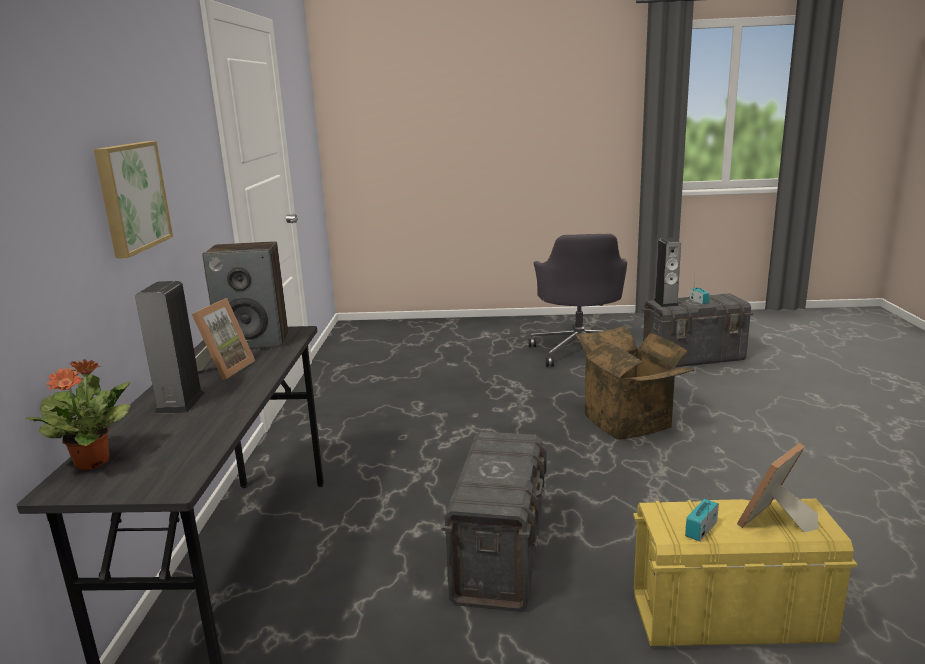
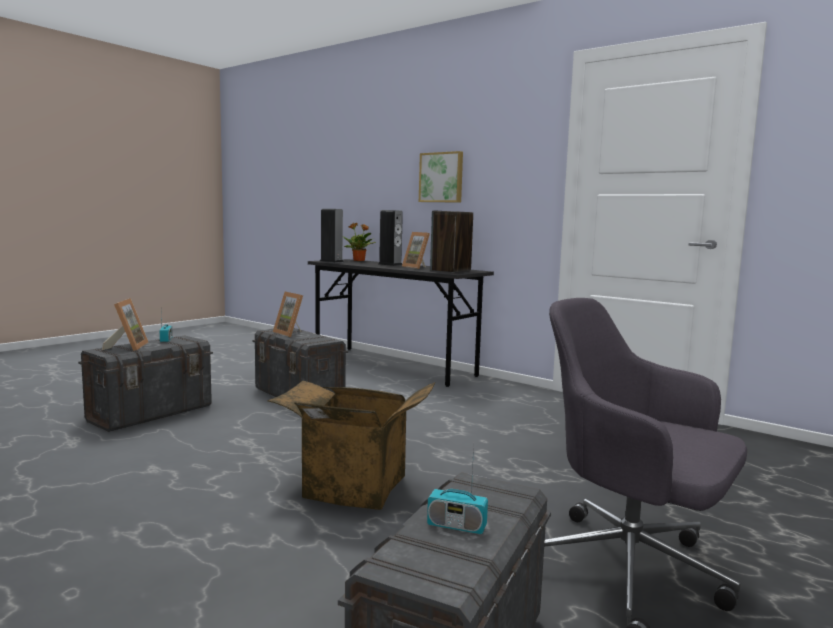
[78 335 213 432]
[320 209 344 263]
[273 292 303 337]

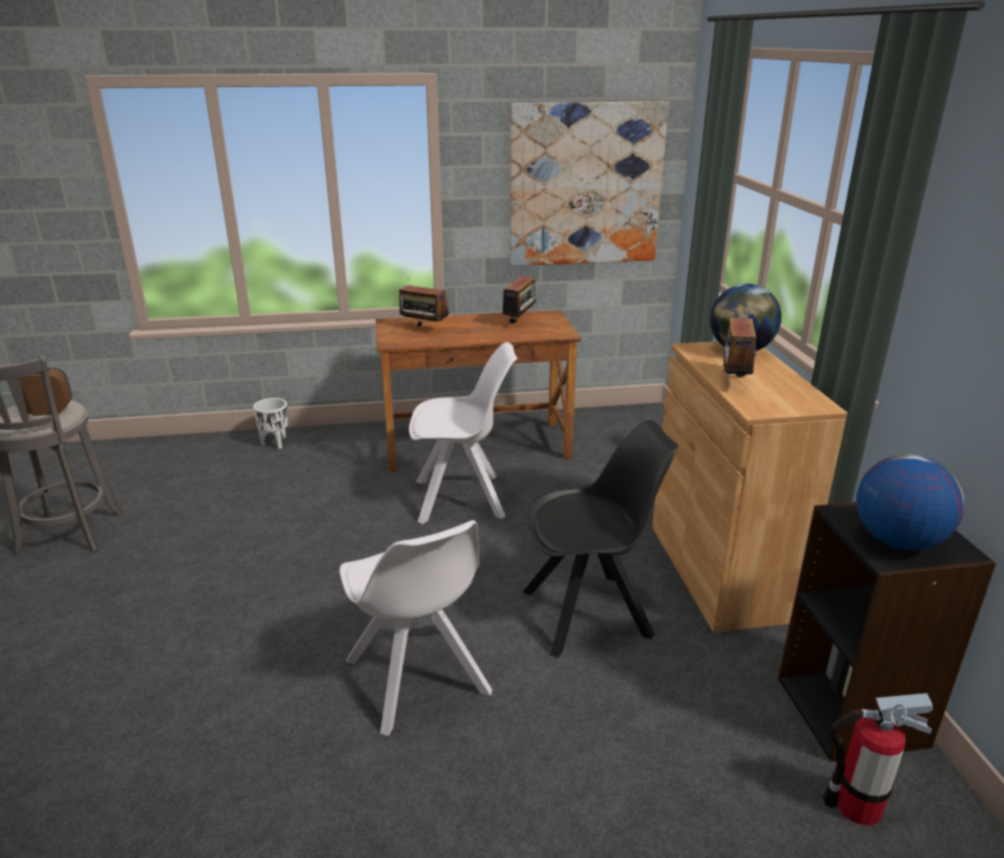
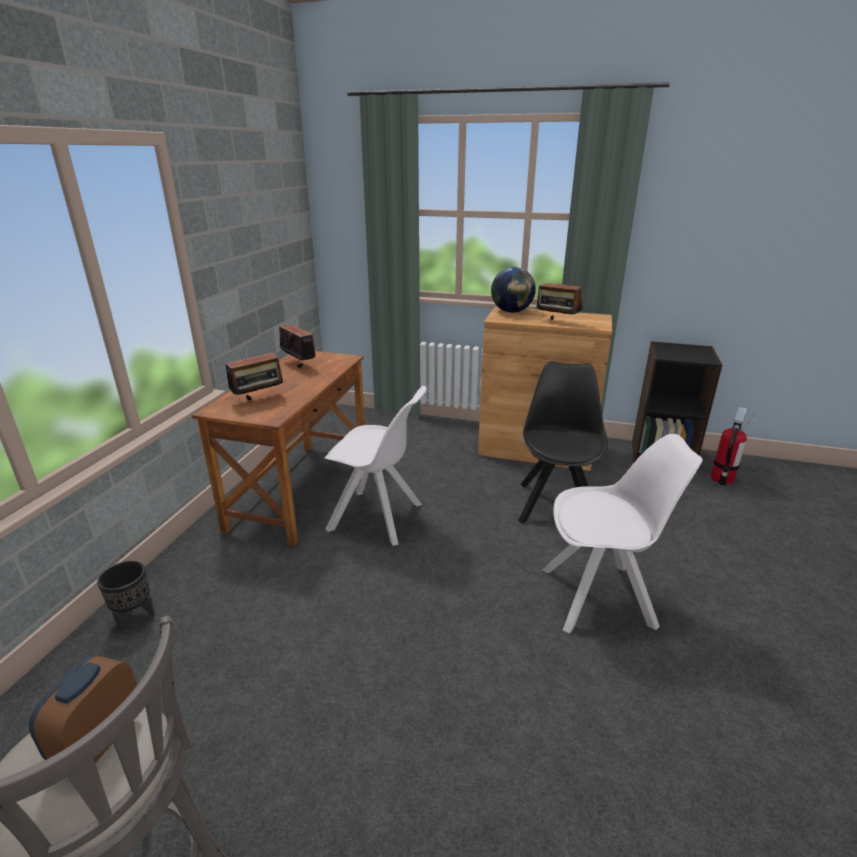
[97 561 155 631]
[324 386 427 546]
[510 101 669 266] (first image)
[856 454 965 550] (first image)

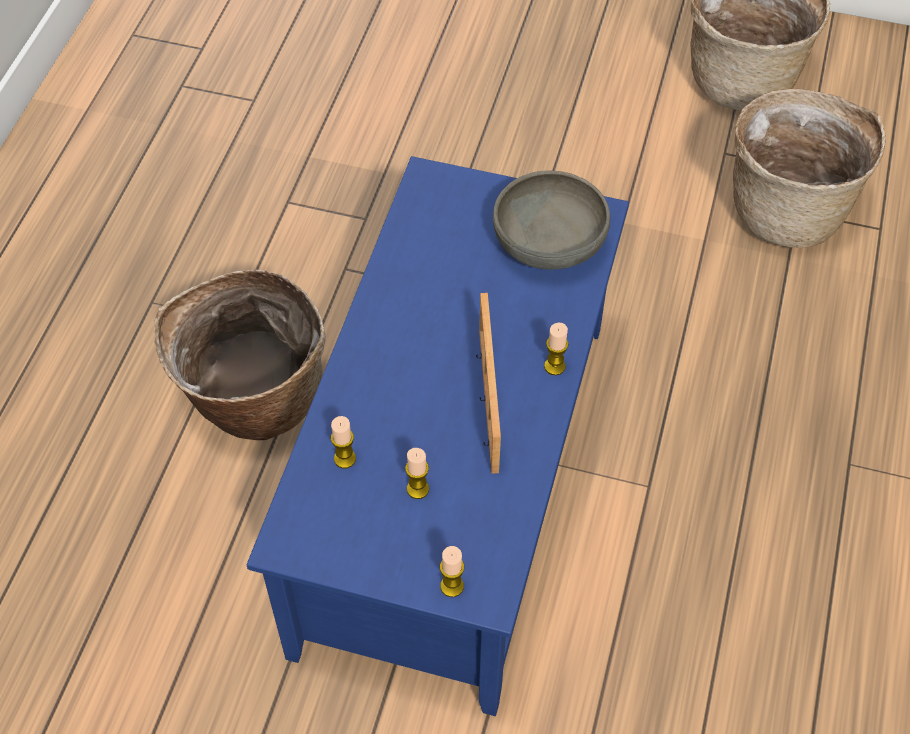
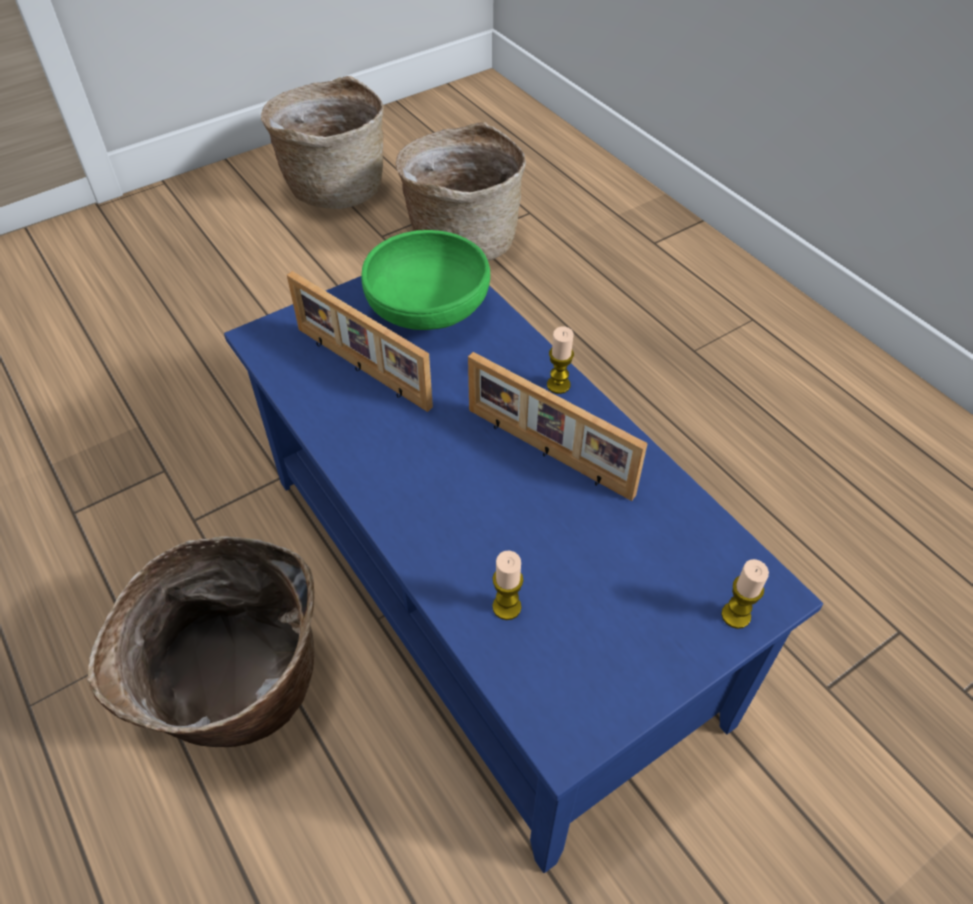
[405 448 429 499] (first image)
[361 230 490 330]
[287 271 433 412]

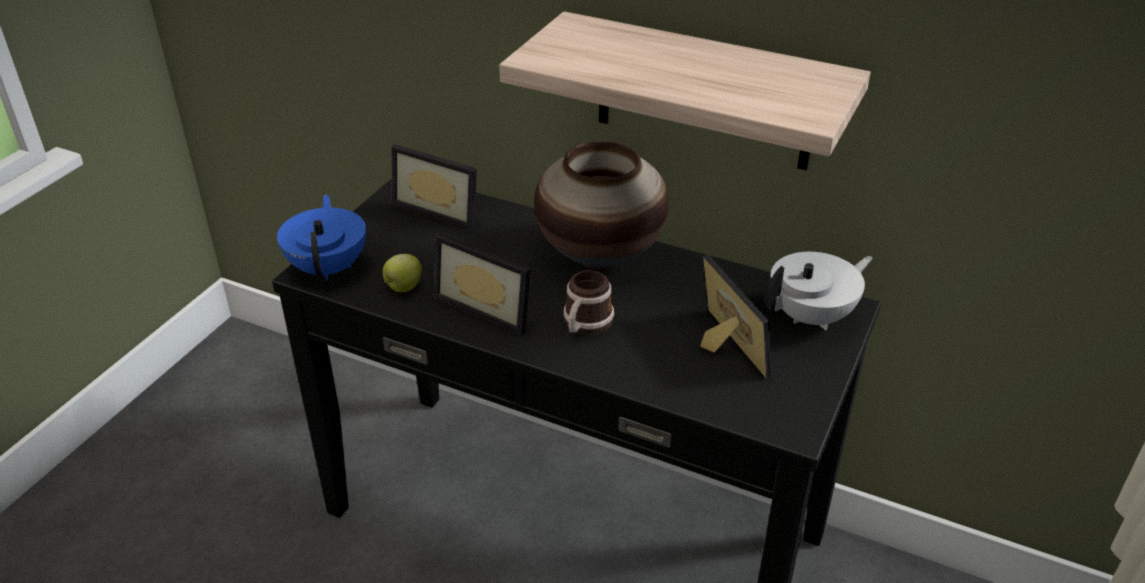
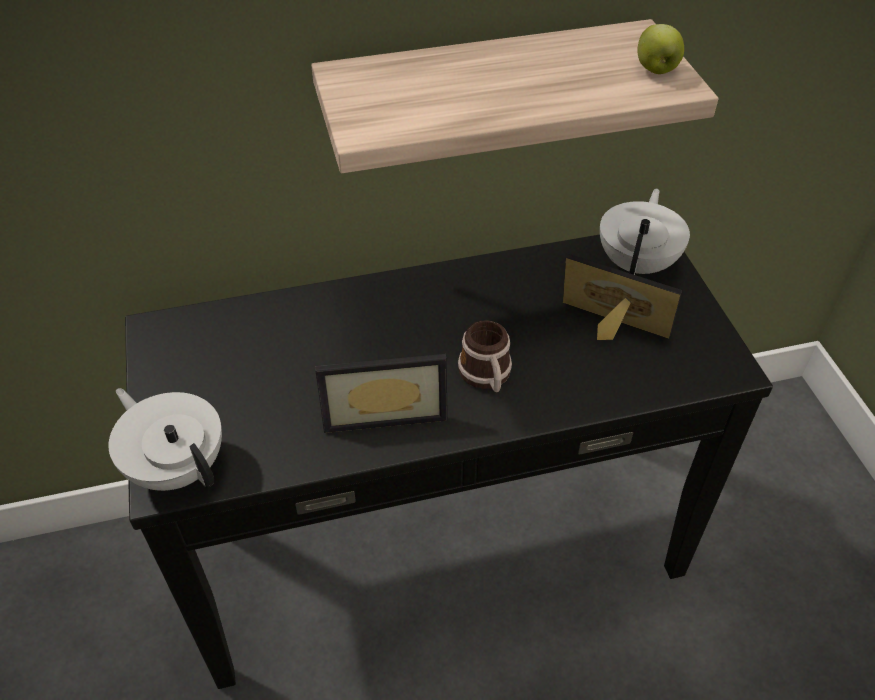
[109 388 222 491]
[637 24 684 74]
[391 144 477 230] (first image)
[534 141 669 269] (first image)

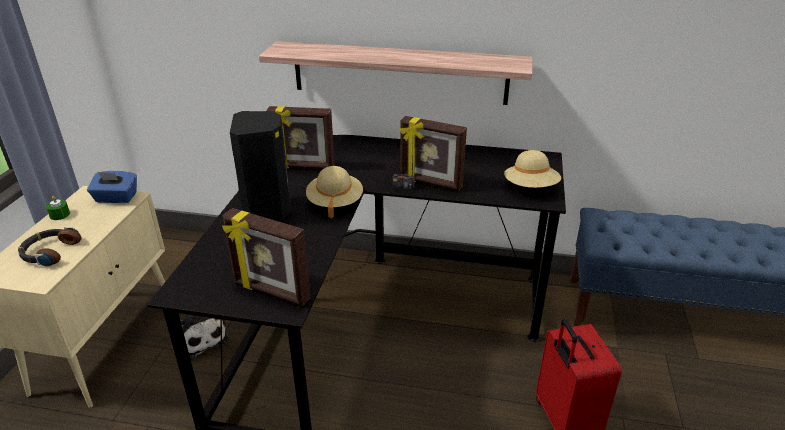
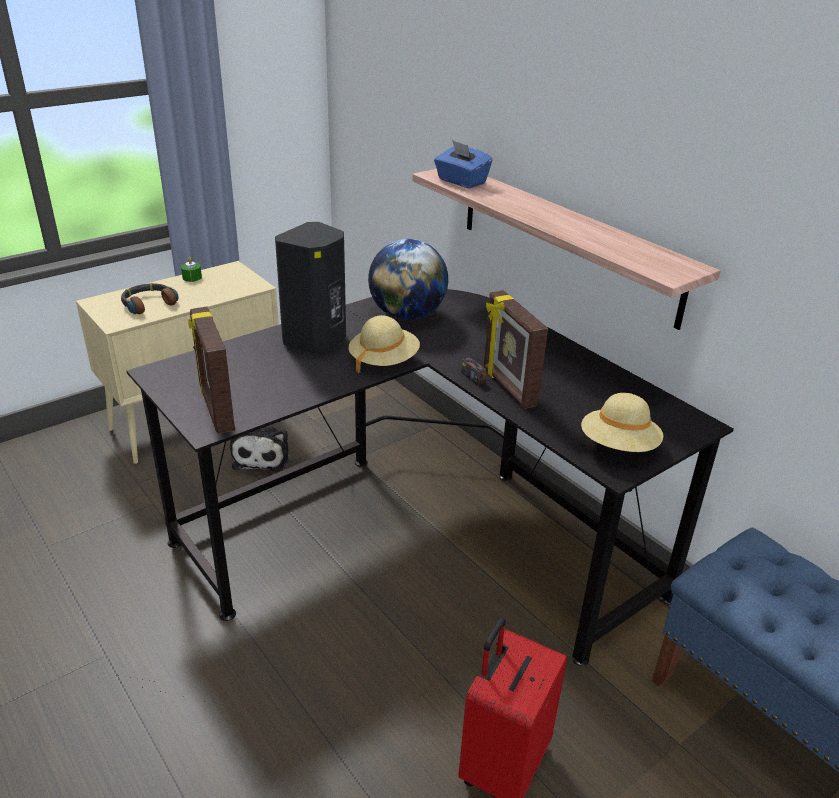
[434 140 492 188]
[368 239 448 320]

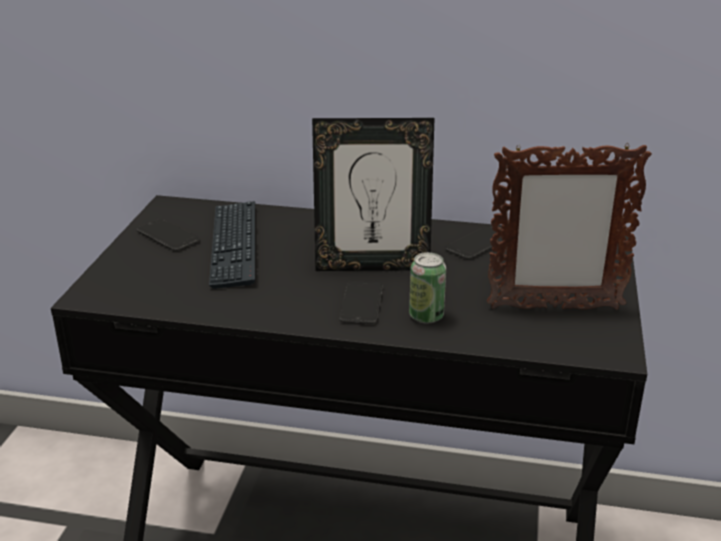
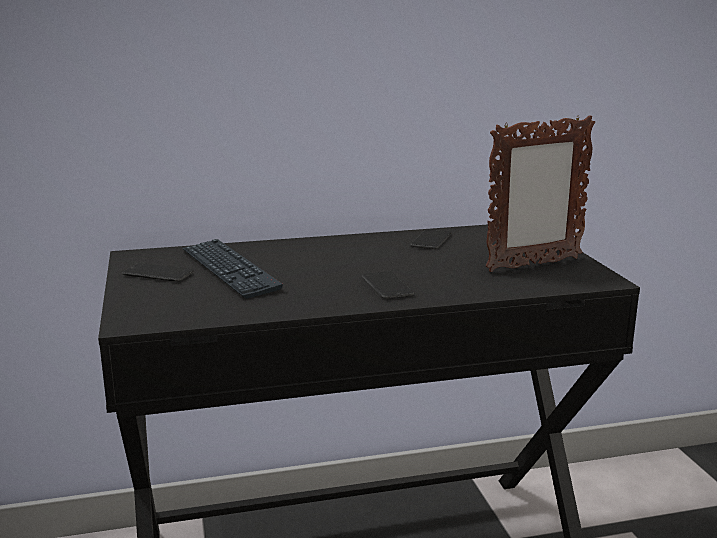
[312 118 434 271] (first image)
[409 252 446 324] (first image)

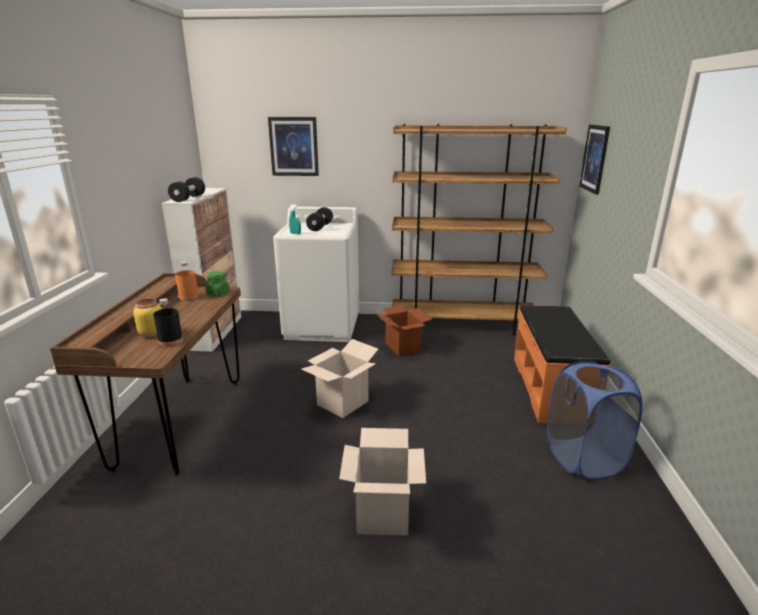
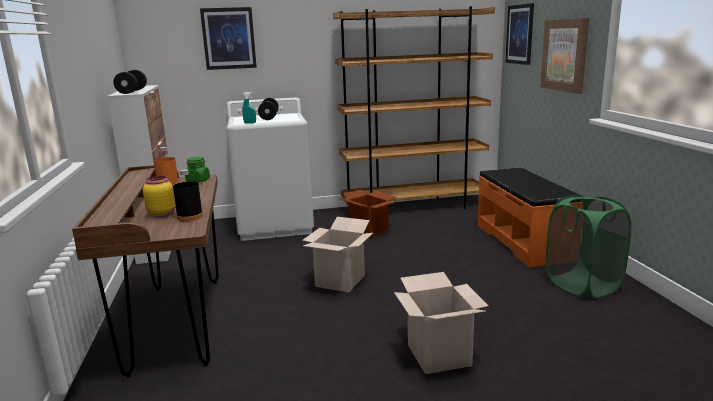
[546 195 631 299]
[540 18 589 94]

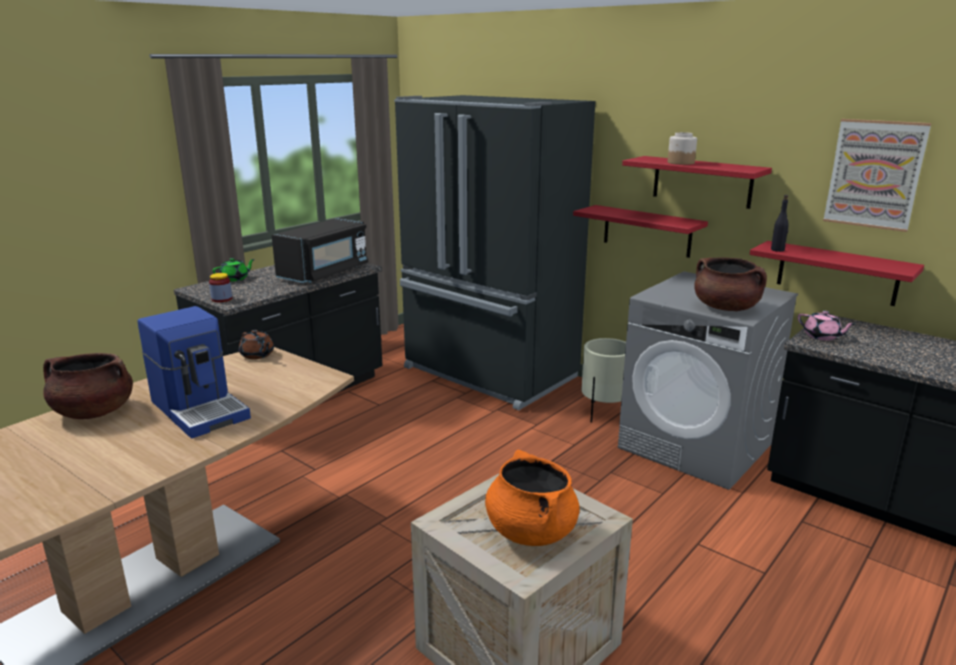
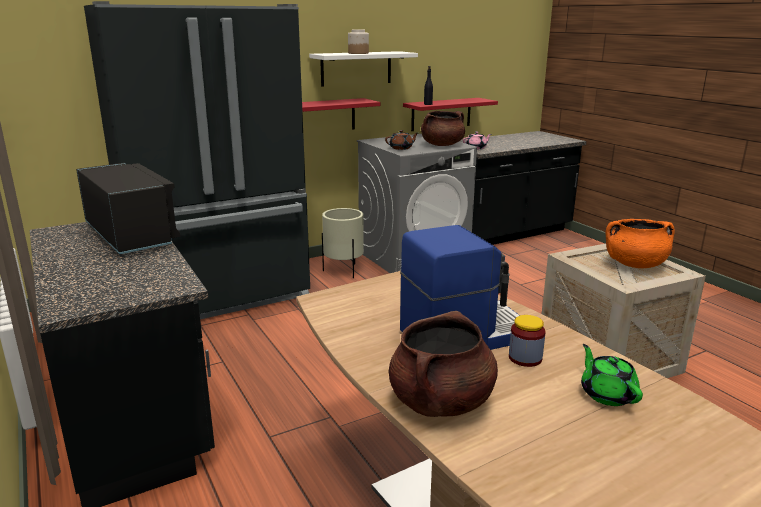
[509 315 546 367]
[581 344 643 406]
[385 130 418 150]
[309 51 418 87]
[823 119 931 232] (first image)

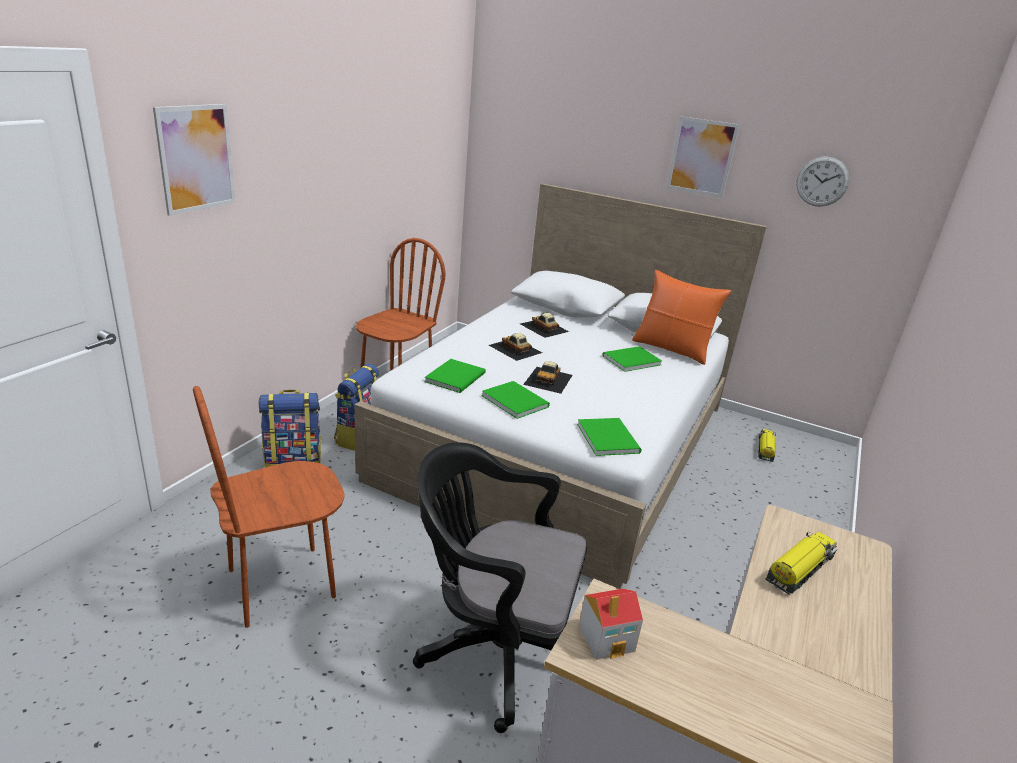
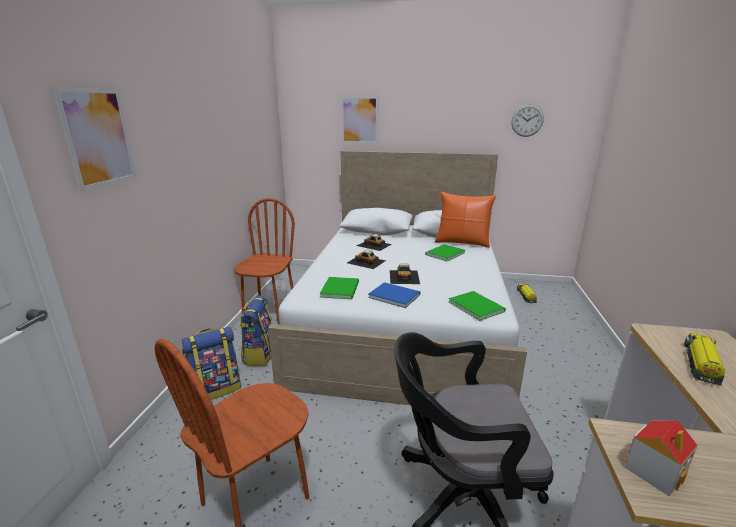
[368 282 420 308]
[341 96 378 144]

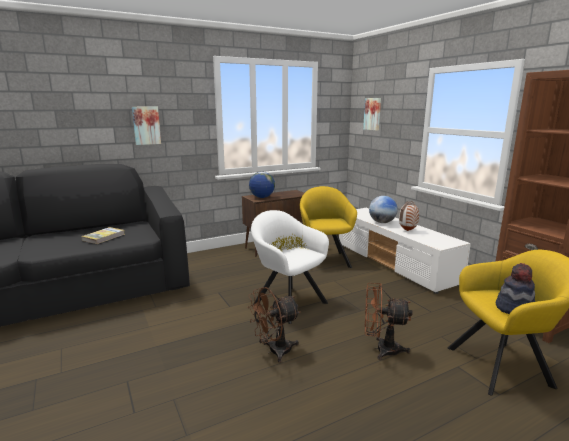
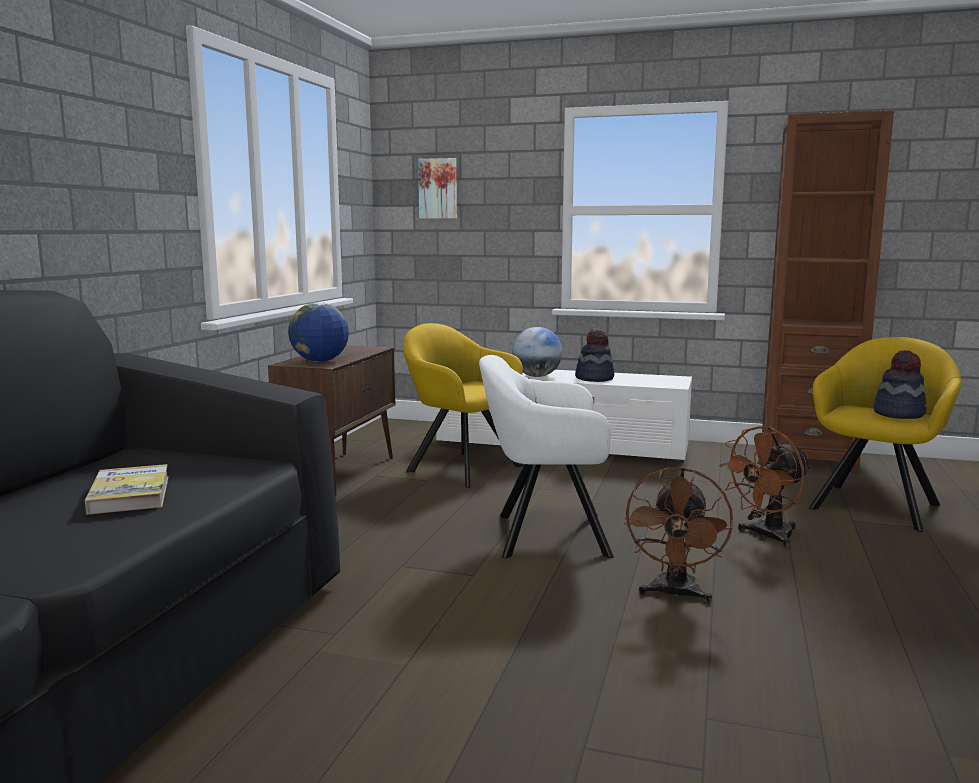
[132 107 161 145] (first image)
[575 328 614 382]

